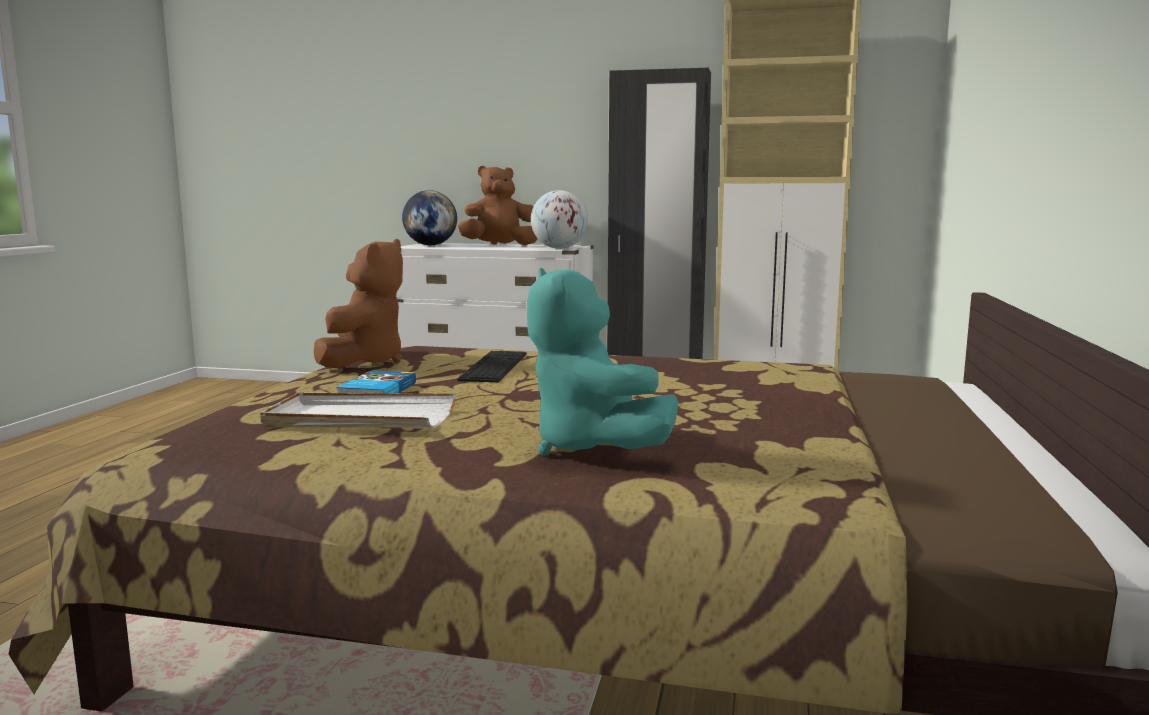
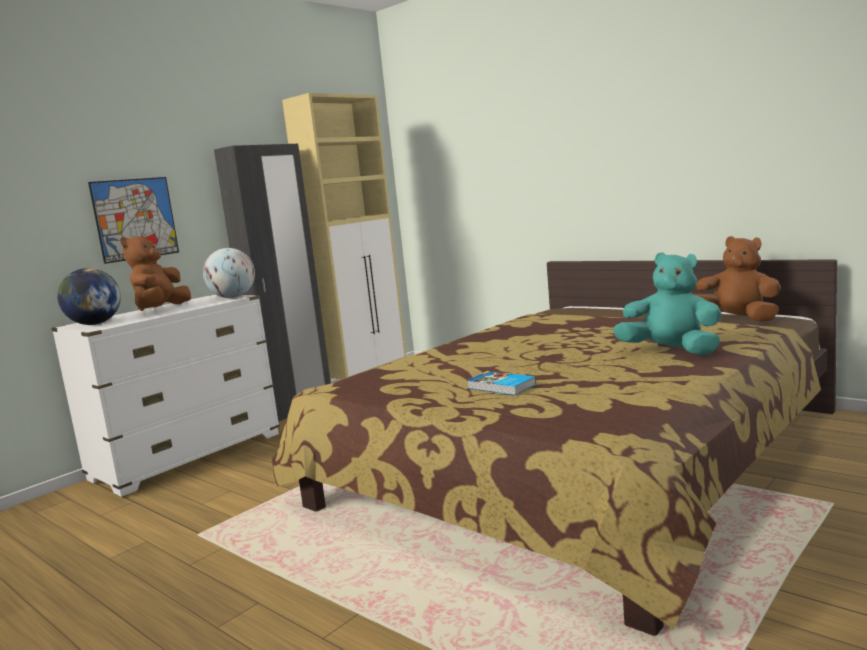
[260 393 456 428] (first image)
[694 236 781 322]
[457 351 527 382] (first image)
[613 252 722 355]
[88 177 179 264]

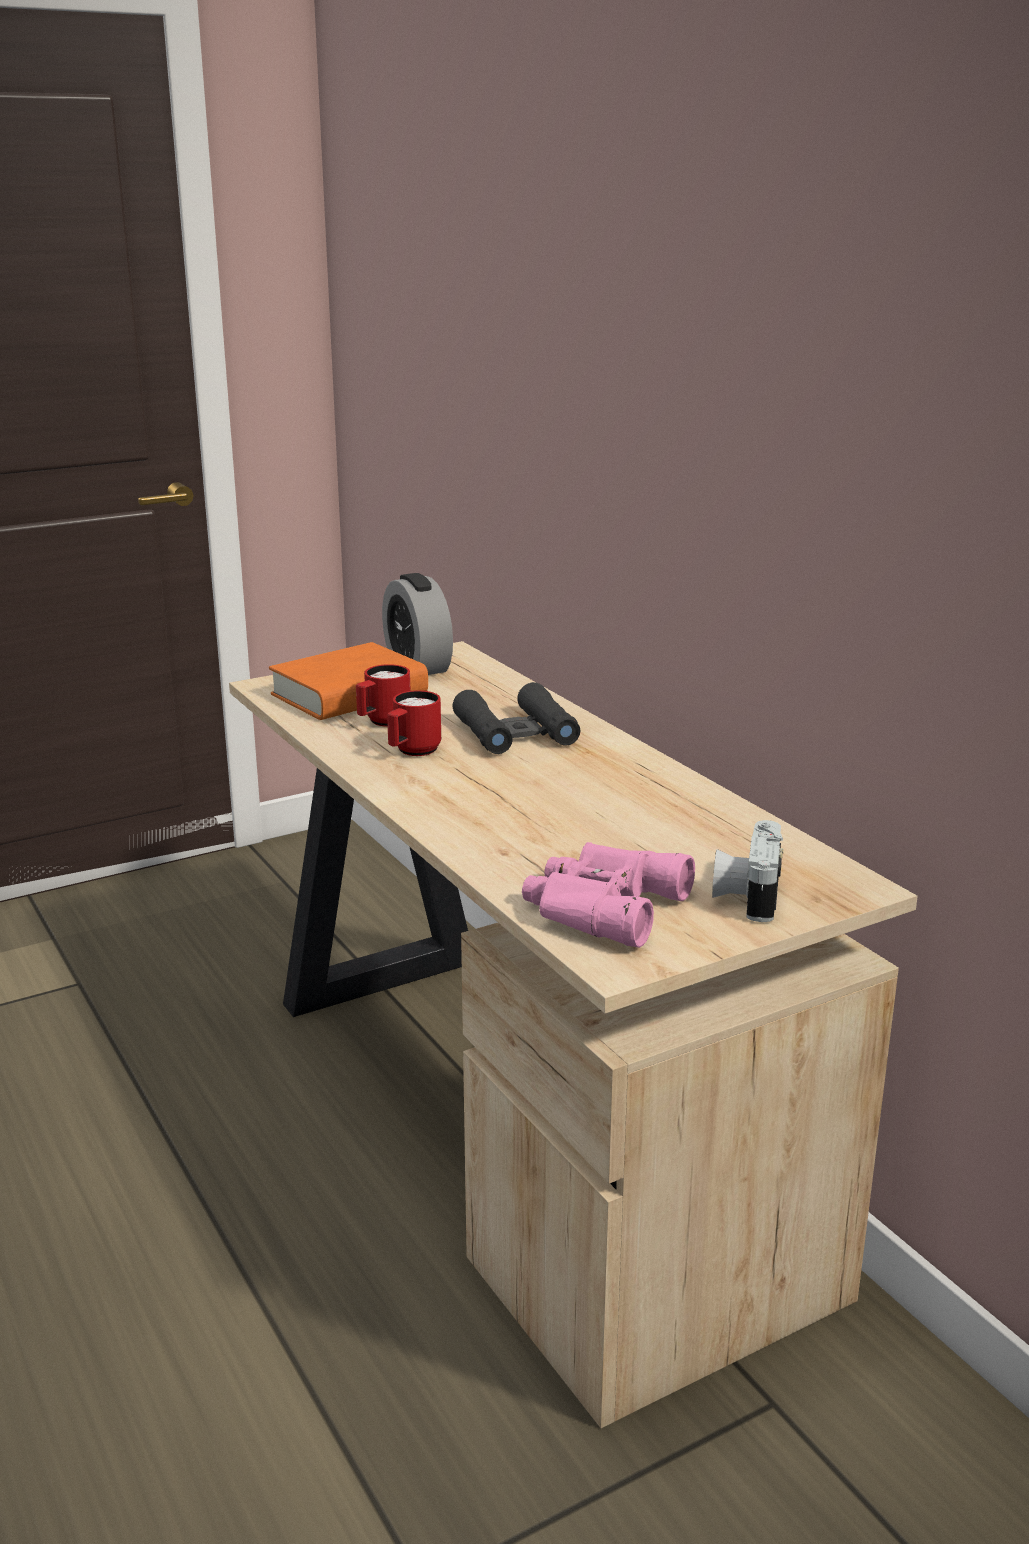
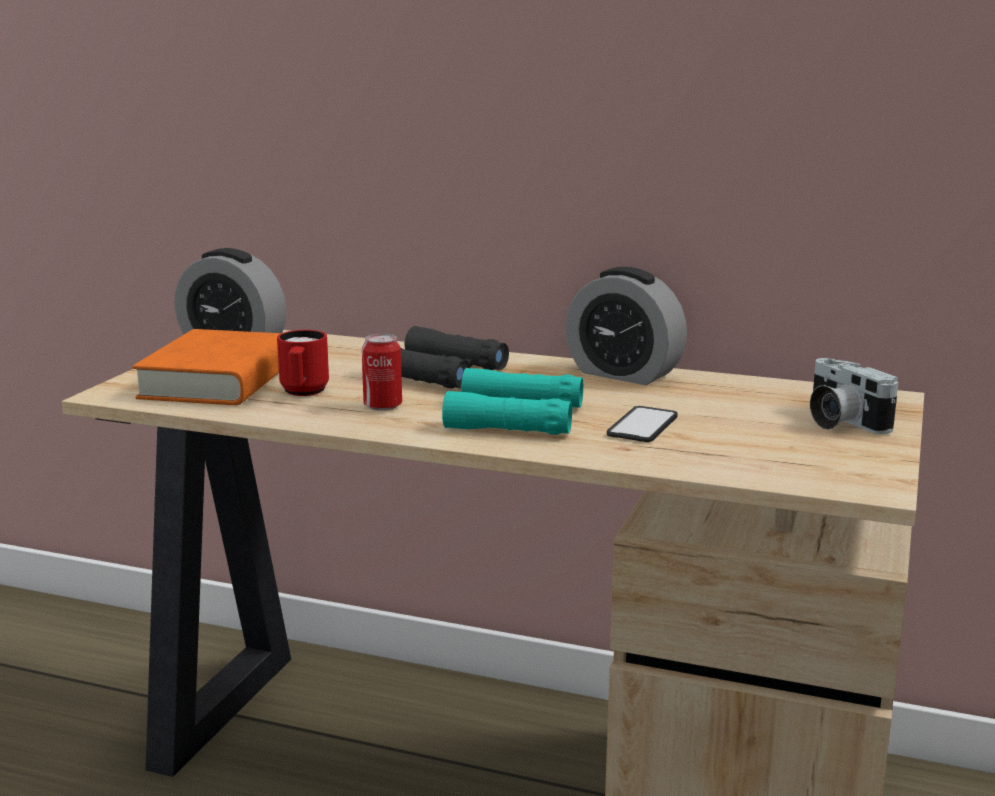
[362 334 402 411]
[522 842 695 948] (first image)
[442 368 583 435]
[565 267 687 385]
[607 406 678 442]

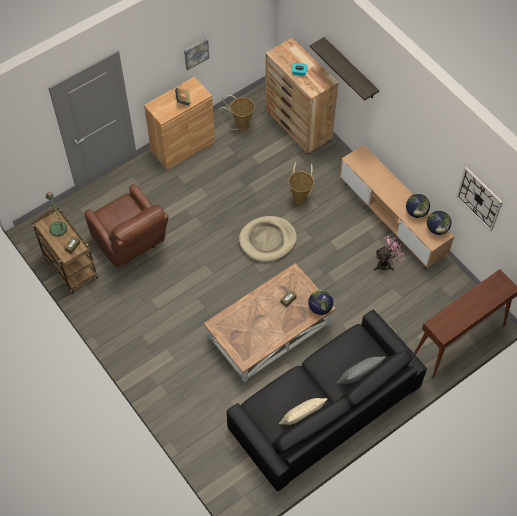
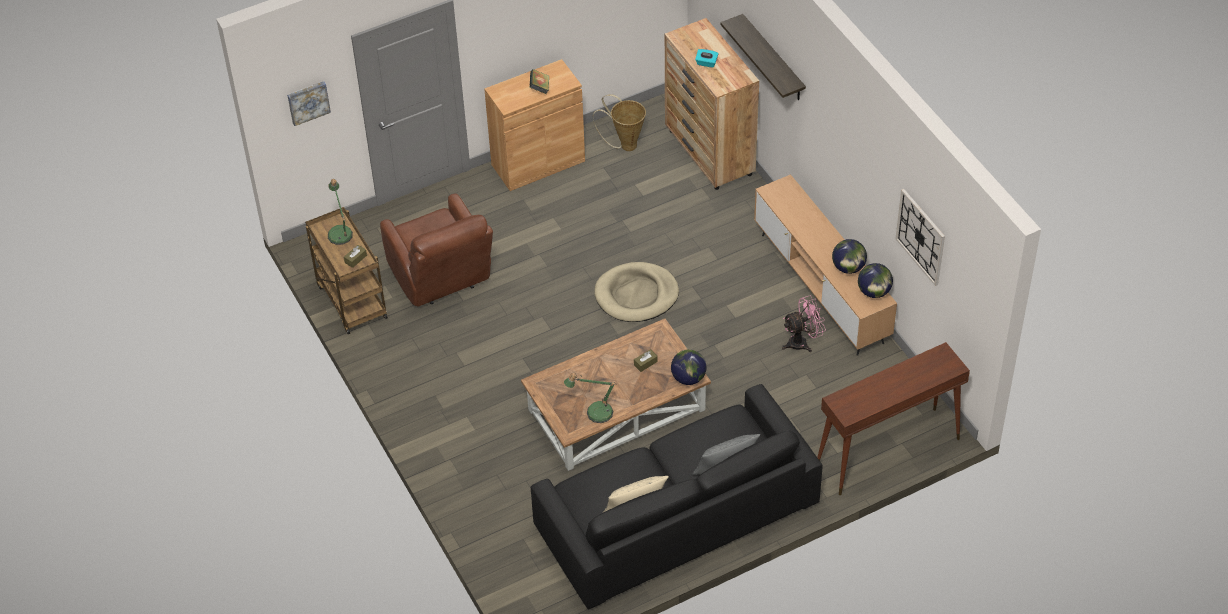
[287 81 331 126]
[288 162 314 205] (first image)
[564 372 616 423]

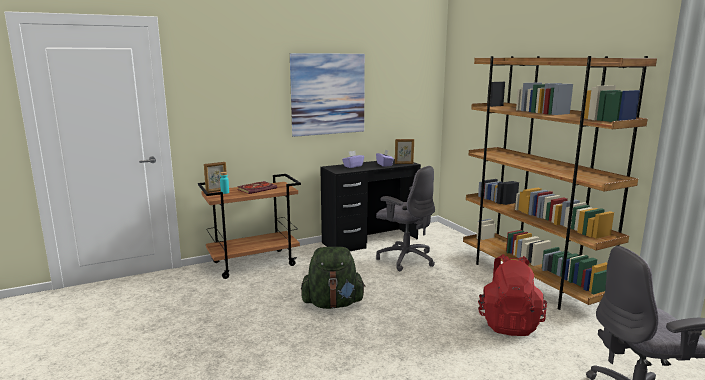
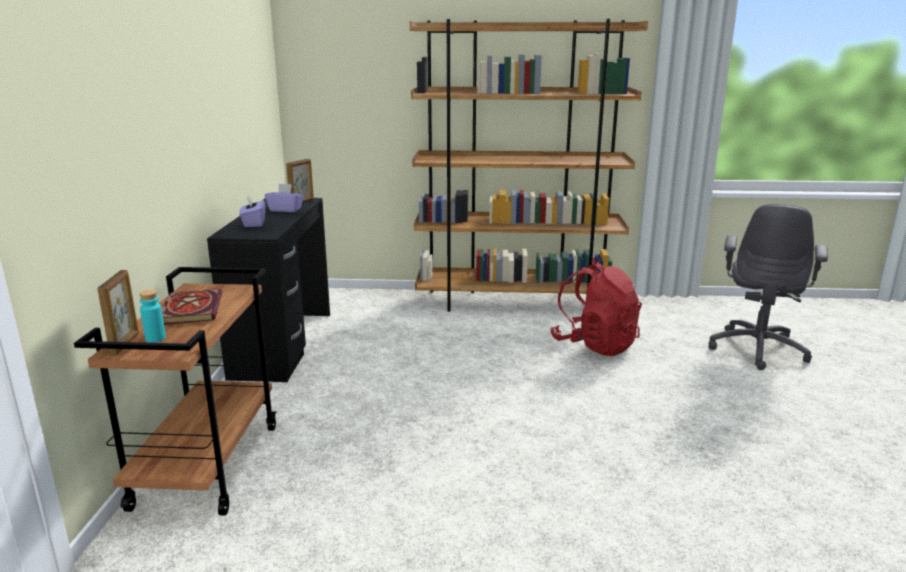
[290 53 365 137] (first image)
[301 247 366 309] (first image)
[376 166 435 271] (first image)

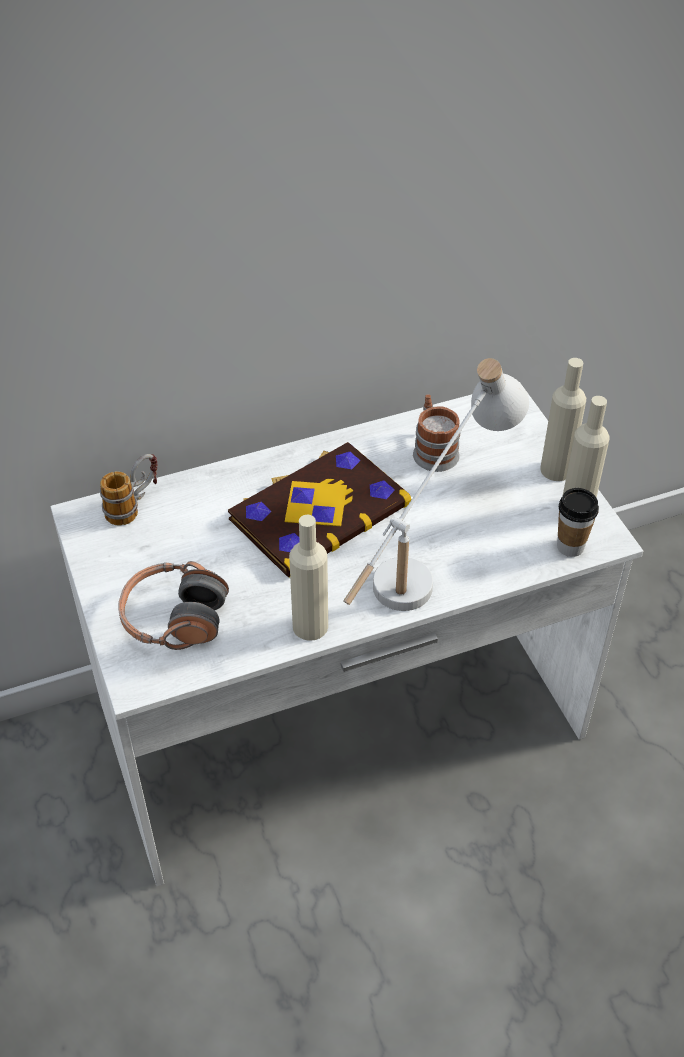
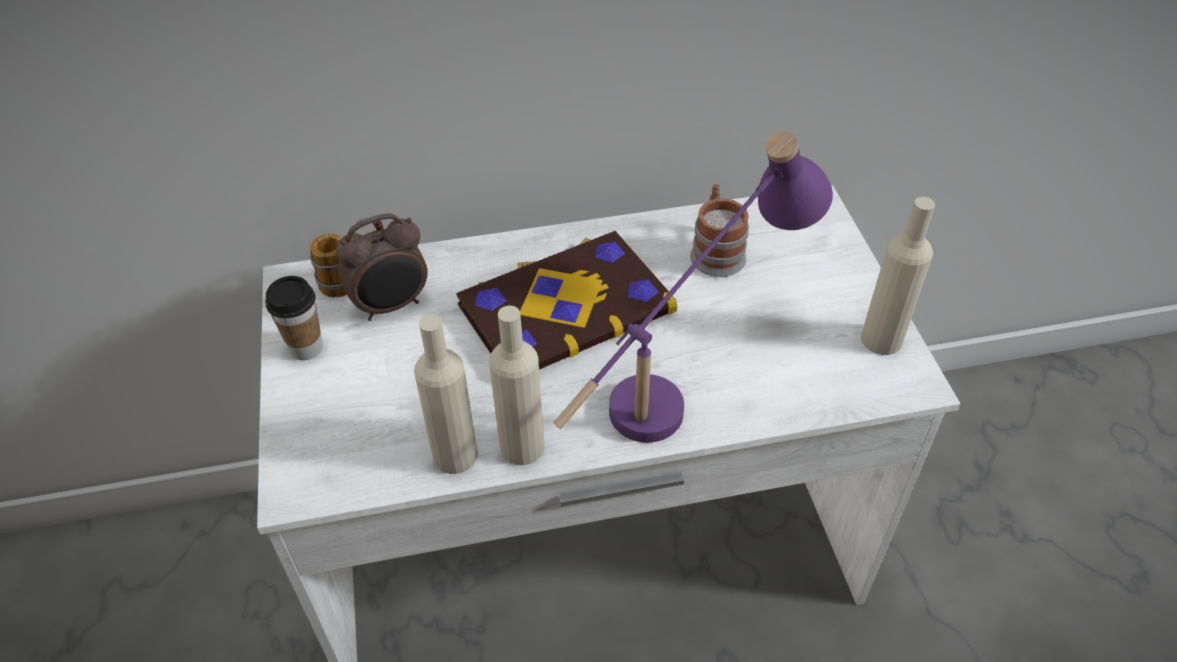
[118 561 229 650] (first image)
[553 131 833 443]
[414 314 478 474]
[265 276 323 360]
[336 213 428 321]

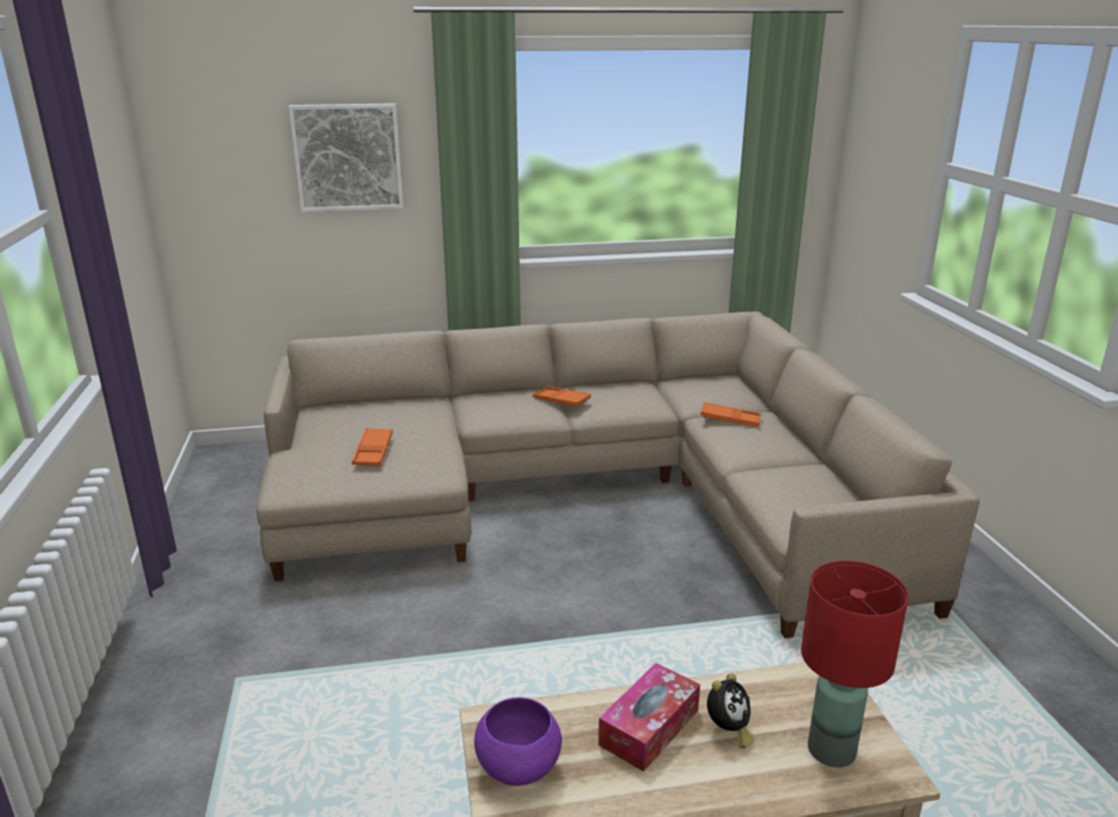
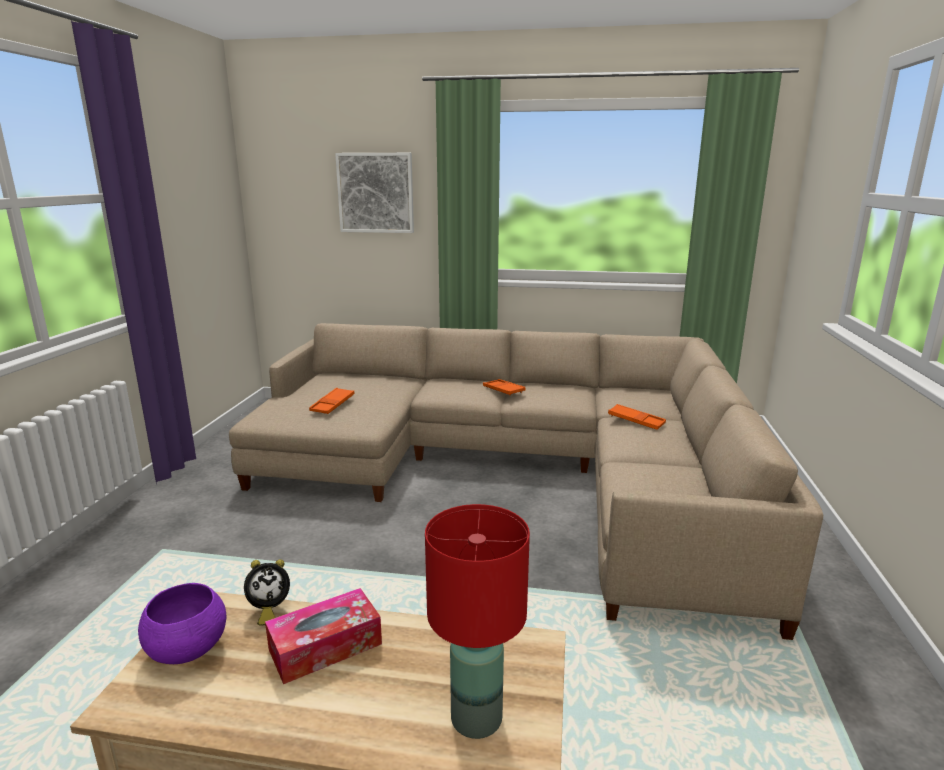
[244 559 290 626]

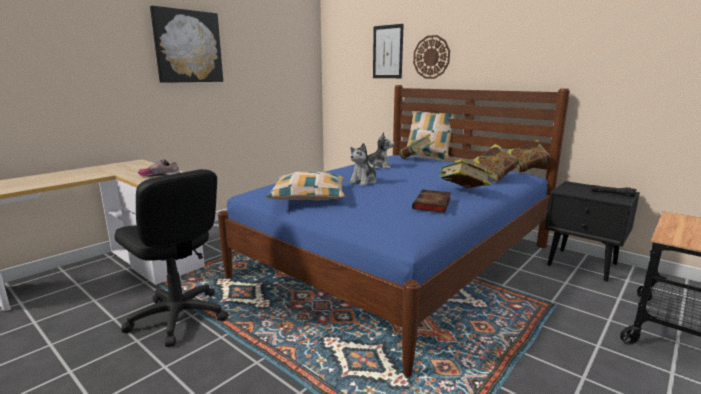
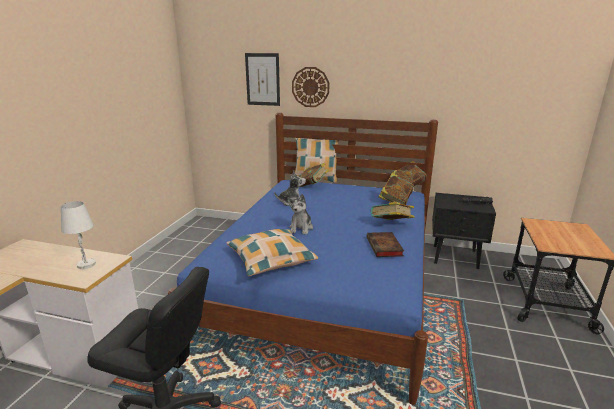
[61 201 96 269]
[150 6 223 83] (first image)

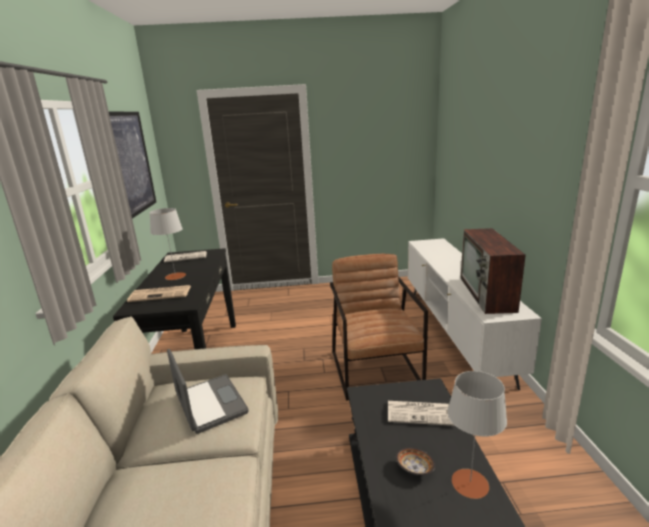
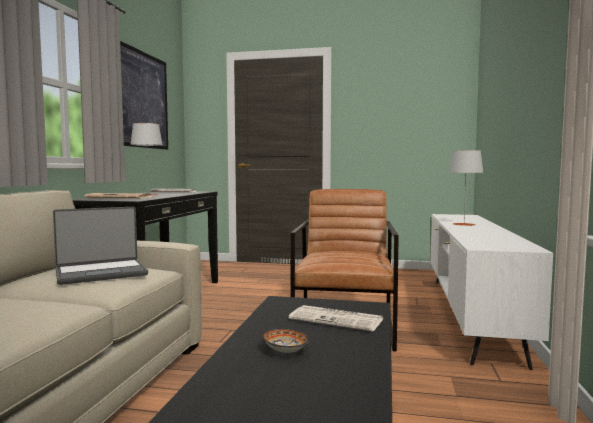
[53 207 148 285]
[449 150 484 226]
[460 228 526 314] (first image)

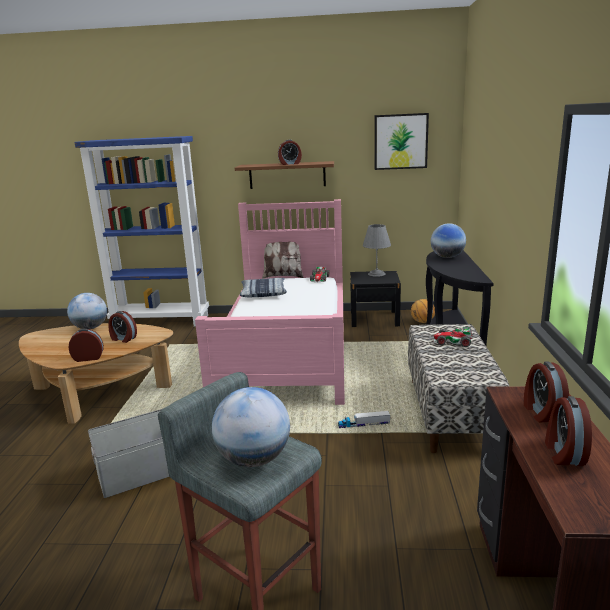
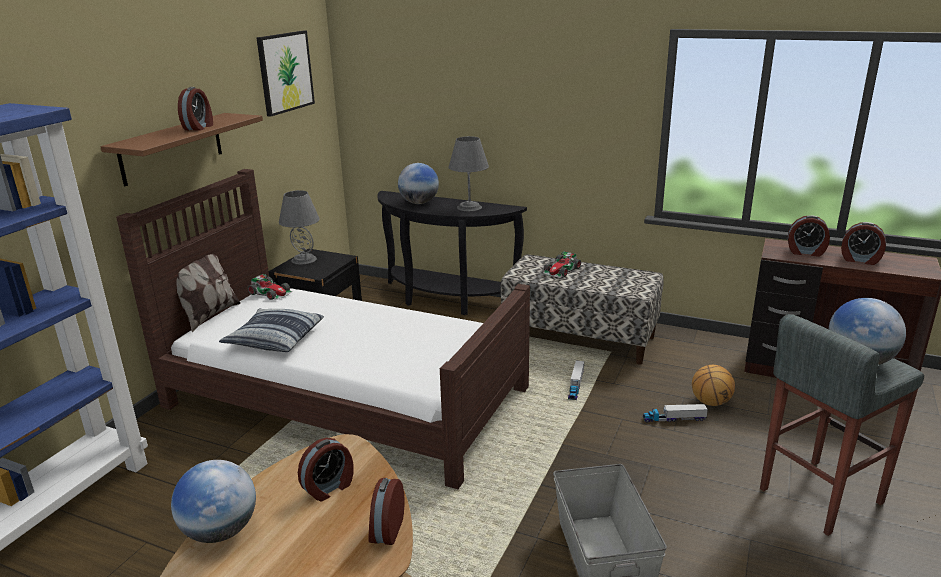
[116 169 530 489]
[692 365 735 406]
[448 136 489 211]
[643 404 708 422]

